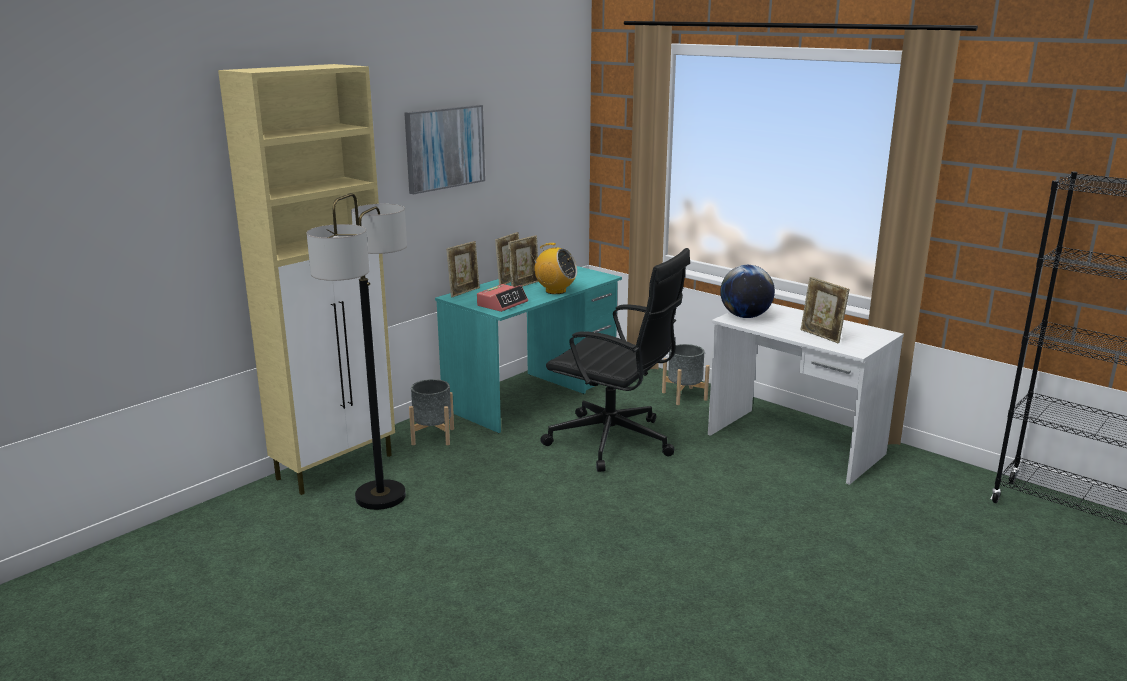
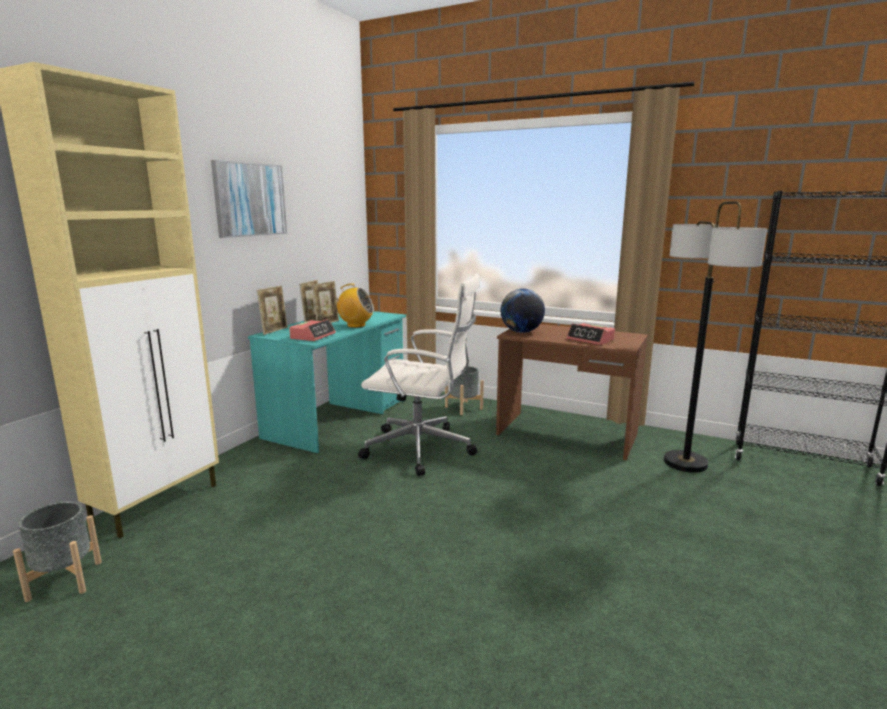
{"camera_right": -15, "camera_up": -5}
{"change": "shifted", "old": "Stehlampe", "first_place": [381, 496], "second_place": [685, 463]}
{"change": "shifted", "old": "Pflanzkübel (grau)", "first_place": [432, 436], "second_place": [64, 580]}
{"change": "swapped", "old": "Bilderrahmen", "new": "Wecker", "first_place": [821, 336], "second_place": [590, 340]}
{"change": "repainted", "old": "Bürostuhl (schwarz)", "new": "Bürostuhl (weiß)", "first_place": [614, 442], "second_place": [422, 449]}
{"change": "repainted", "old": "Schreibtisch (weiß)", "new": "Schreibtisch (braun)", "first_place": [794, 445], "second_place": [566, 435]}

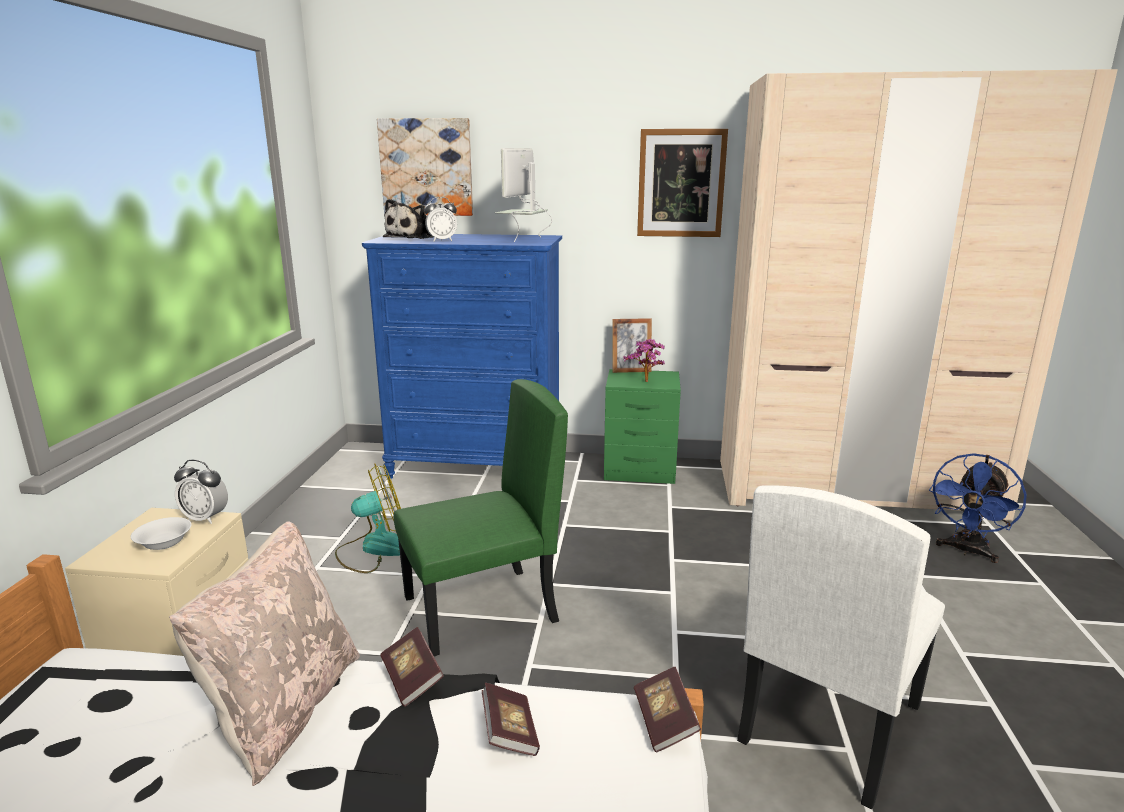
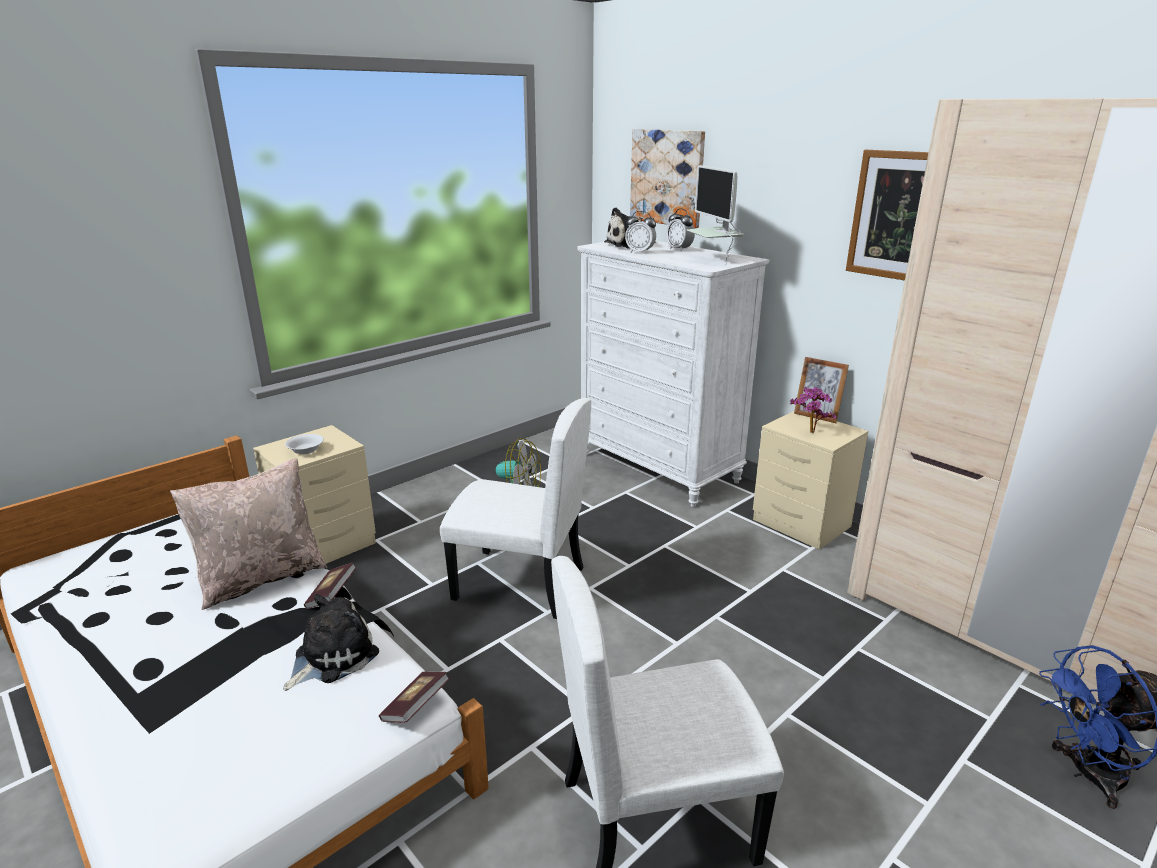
{"camera_right": 40, "camera_up": 5}
{"change": "shifted", "old": "Wecker", "first_place": [205, 518], "second_place": [679, 249]}
{"change": "swapped", "old": "Buch", "new": "Plüschtier", "first_place": [510, 732], "second_place": [331, 656]}
{"change": "repainted", "old": "Kommode (blau)", "new": "Kommode (weiß)", "first_place": [476, 466], "second_place": [658, 467]}
{"change": "repainted", "old": "Stuhl (grün)", "new": "Stuhl (weiß)", "first_place": [480, 610], "second_place": [519, 584]}
{"change": "repainted", "old": "Nachttisch (grün)", "new": "Nachttisch (beige)", "first_place": [641, 471], "second_place": [802, 524]}
{"change": "rotated", "old": "Monitor", "first_place": [523, 239], "second_place": [714, 260], "degrees": -75}

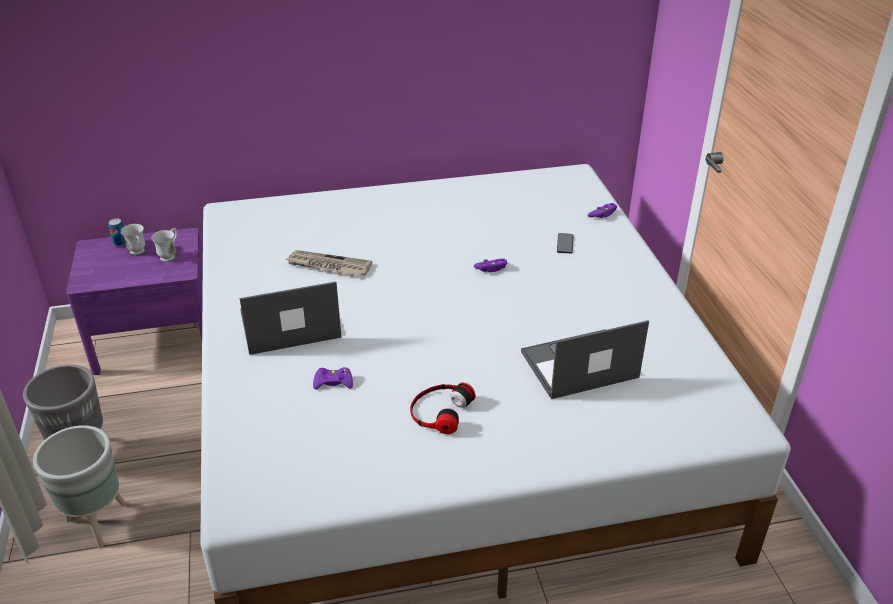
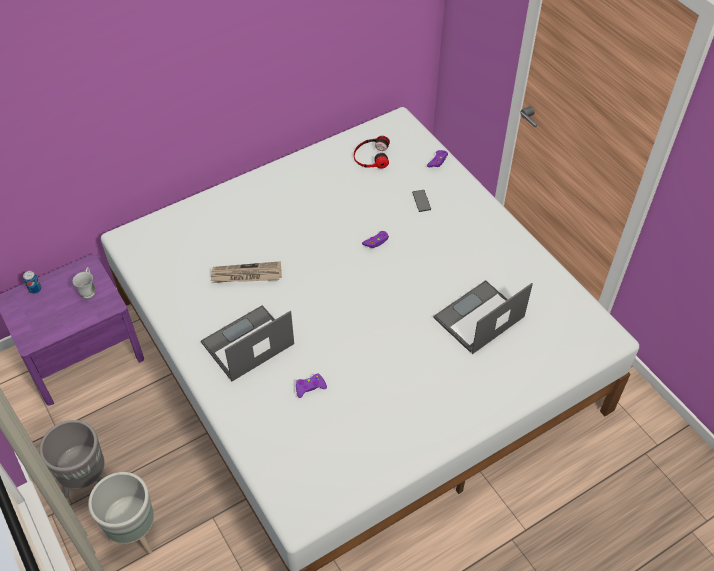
{"camera_right": -20, "camera_up": 15}
{"change": "gone", "old": "Henkelbecher (weiß)", "first_place": [139, 253]}
{"change": "shifted", "old": "Kopfhörer", "first_place": [439, 411], "second_place": [371, 156]}

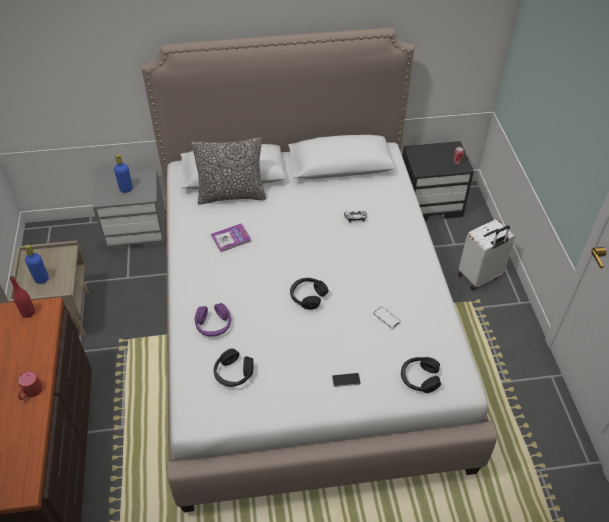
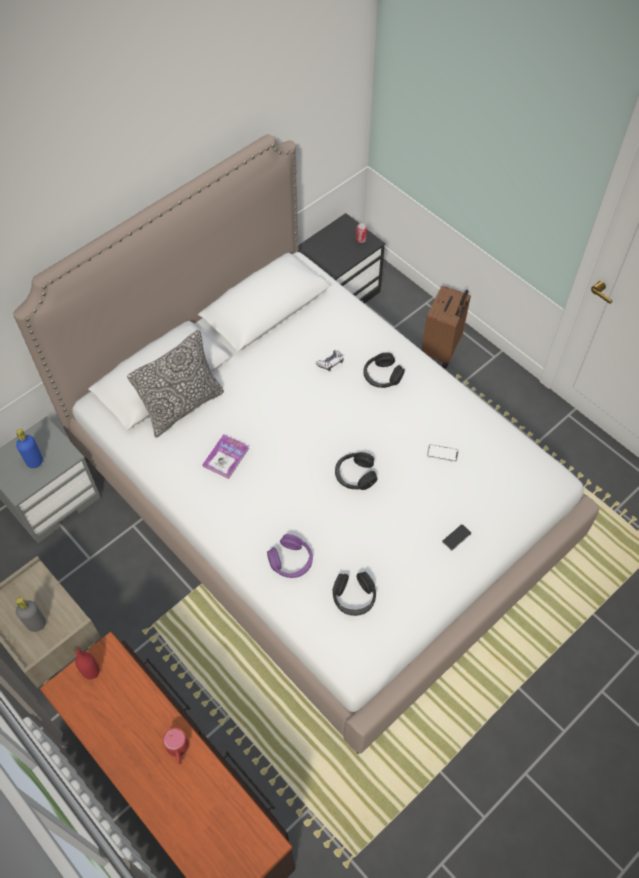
{"camera_right": -35, "camera_up": 10}
{"change": "shifted", "old": "Kopfhörer (schwarz)", "first_place": [419, 378], "second_place": [382, 376]}
{"change": "repainted", "old": "Flasche (blau)", "new": "Flasche (grau)", "first_place": [41, 279], "second_place": [36, 624]}
{"change": "repainted", "old": "Koffer (weiß)", "new": "Koffer (braun)", "first_place": [480, 277], "second_place": [442, 350]}

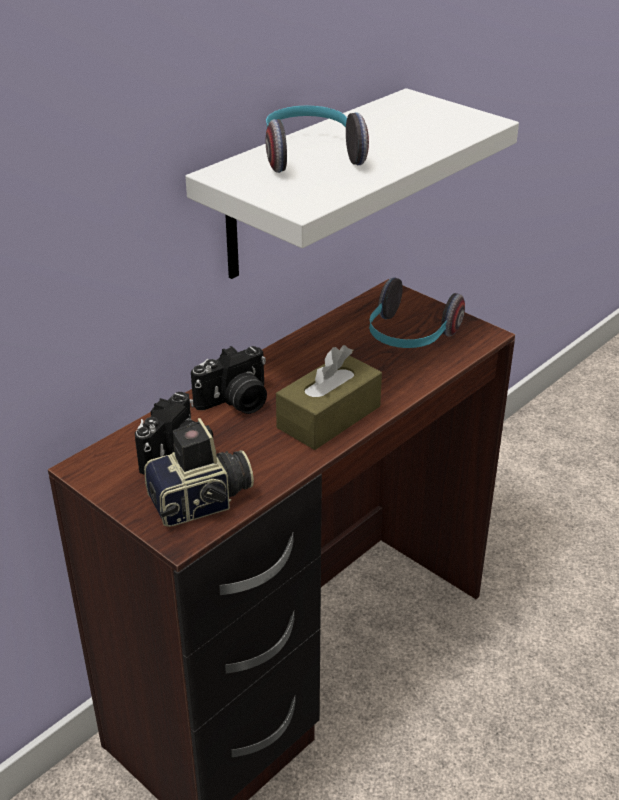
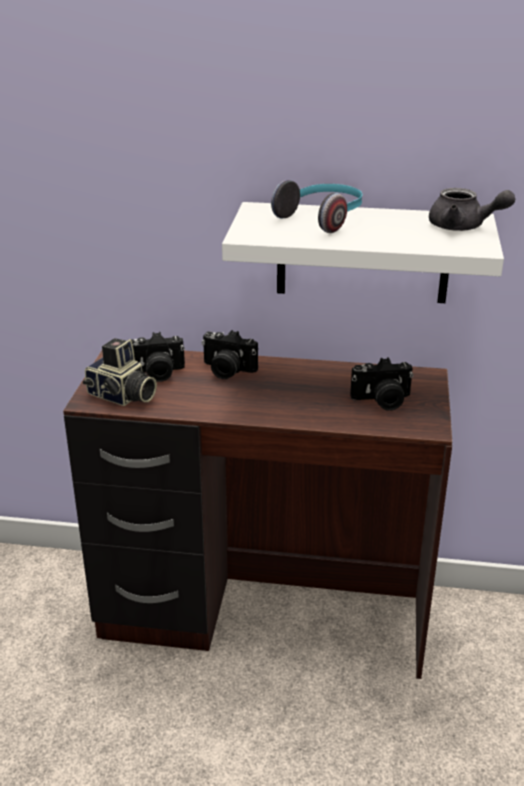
{"camera_right": 55, "camera_up": -5}
{"change": "gone", "old": "Taschentuchbox (braun)", "first_place": [329, 417]}
{"change": "new", "new": "Teekanne (grau)", "second_place": [463, 227]}
{"change": "swapped", "old": "Kopfhörer", "new": "Kamera", "first_place": [409, 337], "second_place": [382, 401]}

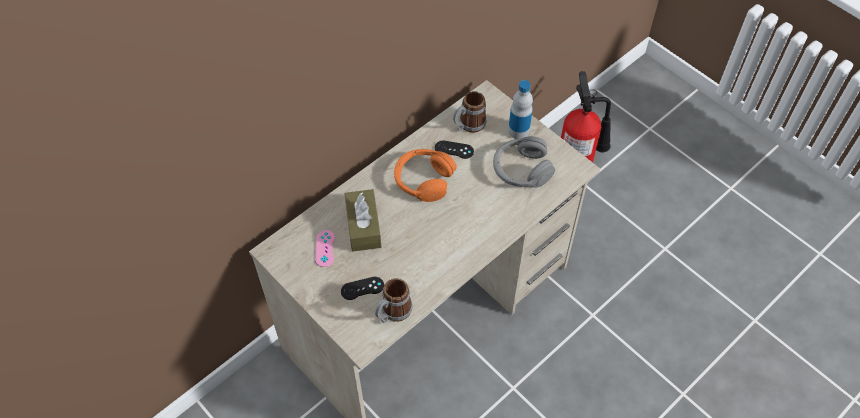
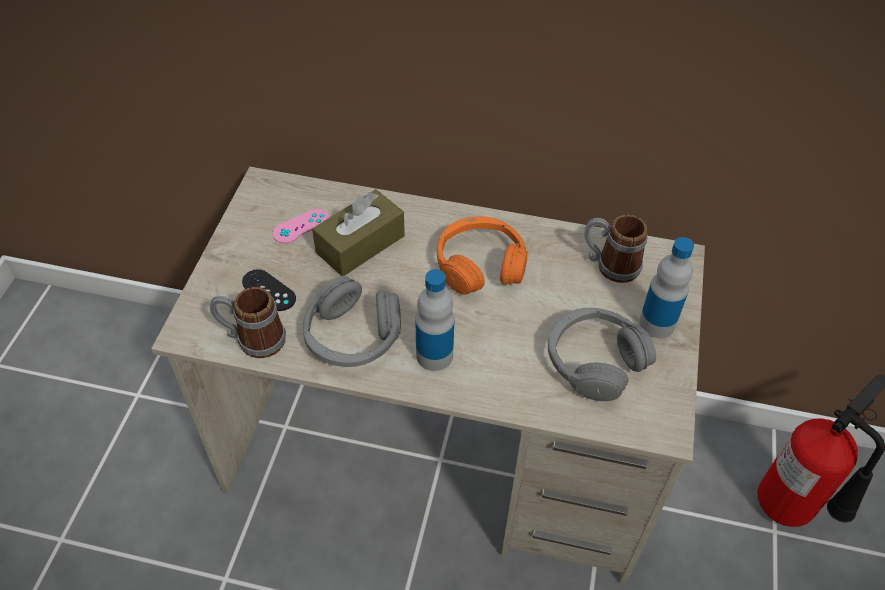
{"camera_right": 55, "camera_up": -5}
{"change": "gone", "old": "Gamepad (schwarz)", "first_place": [454, 149]}
{"change": "new", "new": "Kopfhörer (grau)", "second_place": [352, 336]}
{"change": "new", "new": "Flasche", "second_place": [434, 355]}

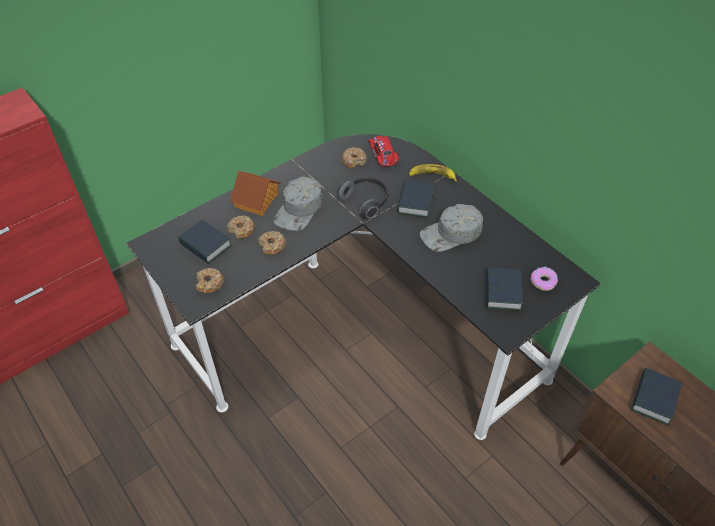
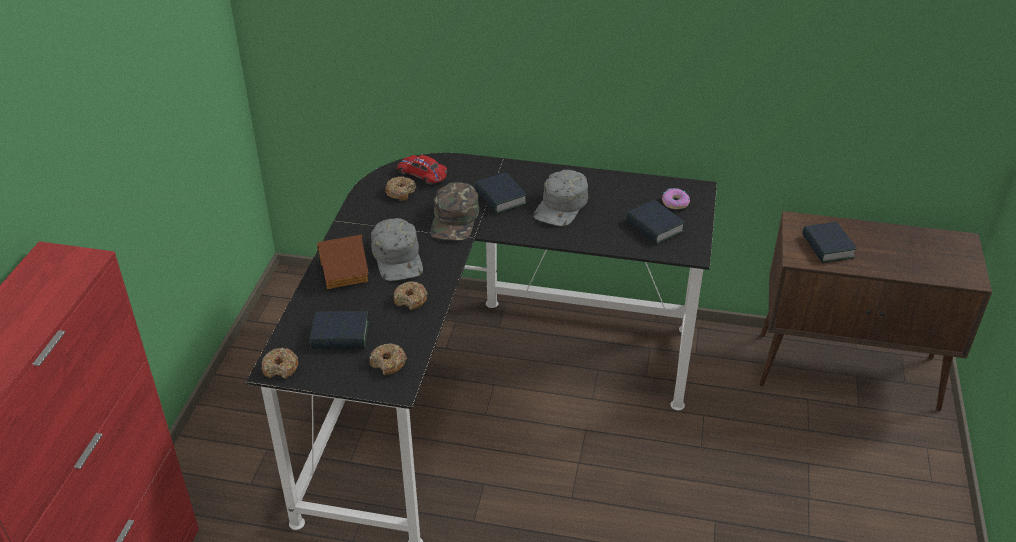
{"camera_right": -40, "camera_up": -10}
{"change": "gone", "old": "Banane", "first_place": [432, 176]}
{"change": "shifted", "old": "Donut", "first_place": [241, 230], "second_place": [281, 368]}
{"change": "swapped", "old": "Kopfhörer", "new": "Kappe (grün)", "first_place": [366, 202], "second_place": [455, 220]}

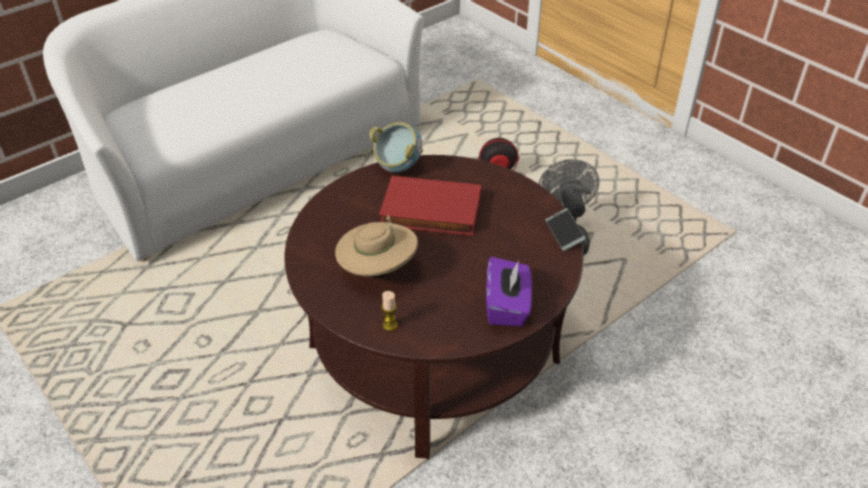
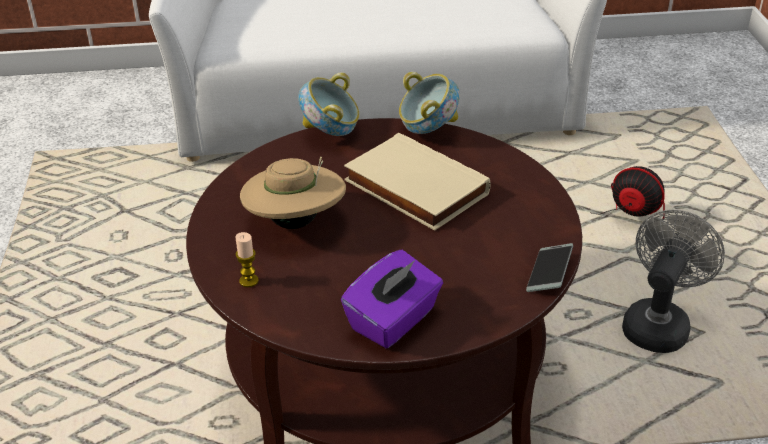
{"camera_right": 35, "camera_up": -5}
{"change": "new", "new": "Schüssel", "second_place": [331, 134]}
{"change": "repainted", "old": "Buch (rot)", "new": "Buch (beige)", "first_place": [430, 212], "second_place": [413, 188]}

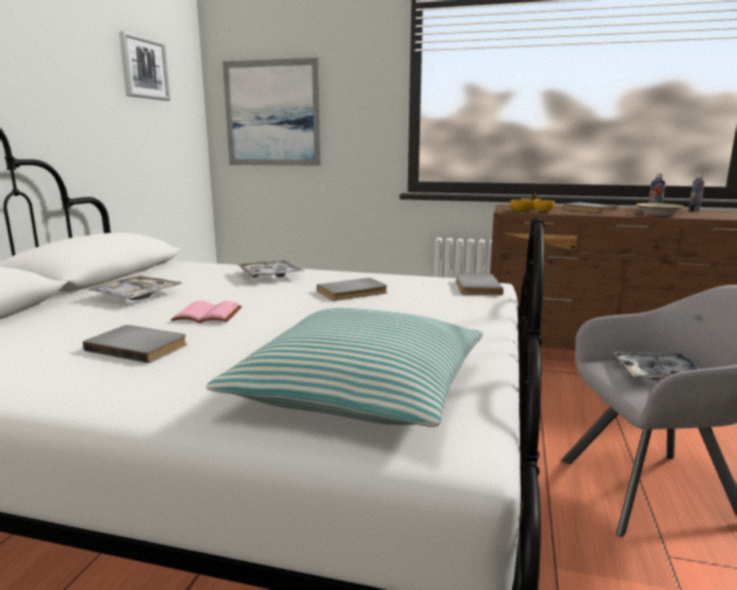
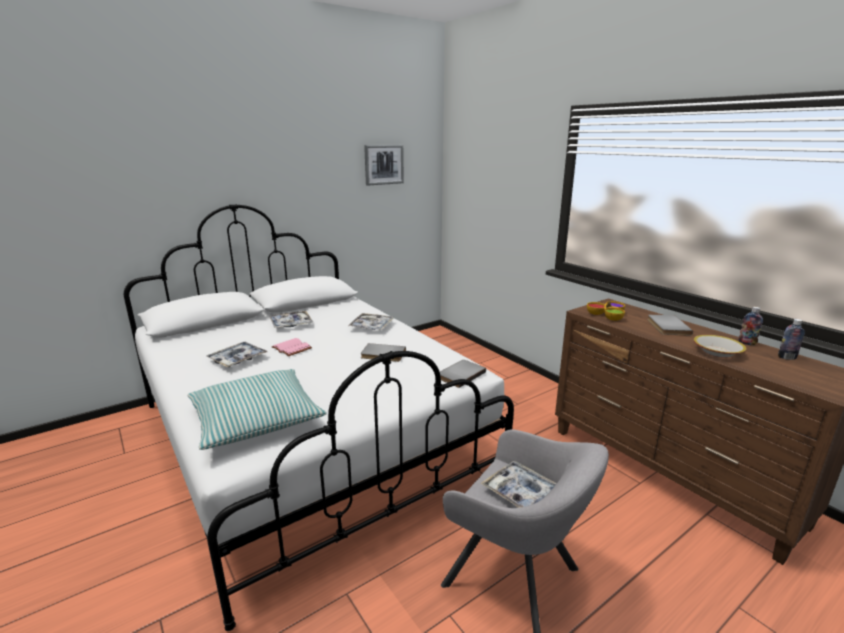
{"camera_right": 40, "camera_up": 5}
{"change": "gone", "old": "Bild", "first_place": [272, 113]}
{"change": "swapped", "old": "Buch (grau)", "new": "Tablett", "first_place": [139, 346], "second_place": [237, 359]}

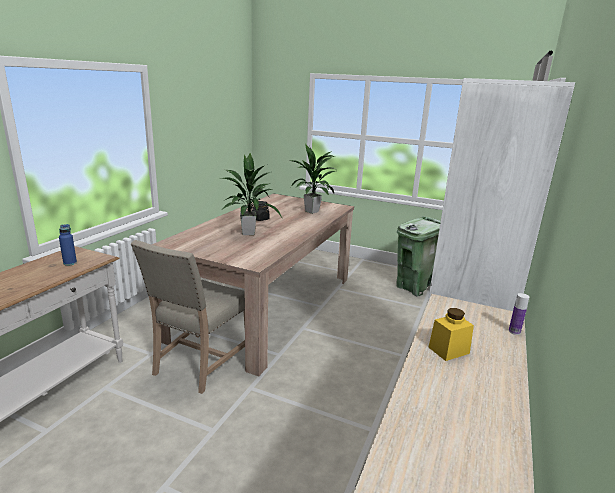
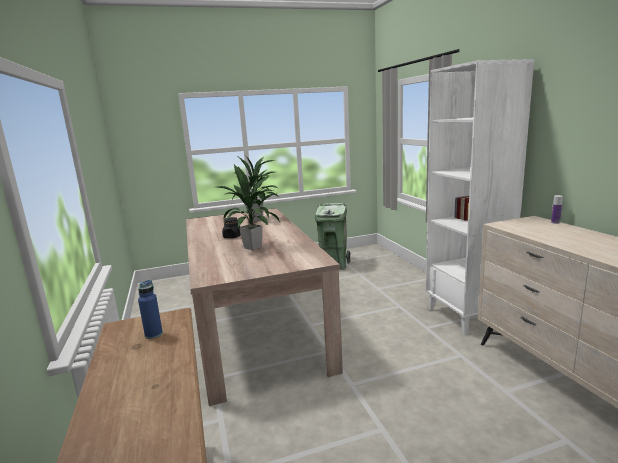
{"camera_right": -40, "camera_up": -5}
{"change": "gone", "old": "Stuhl (beige)", "first_place": [200, 363]}
{"change": "gone", "old": "Vorratsglas (gelb)", "first_place": [448, 350]}

